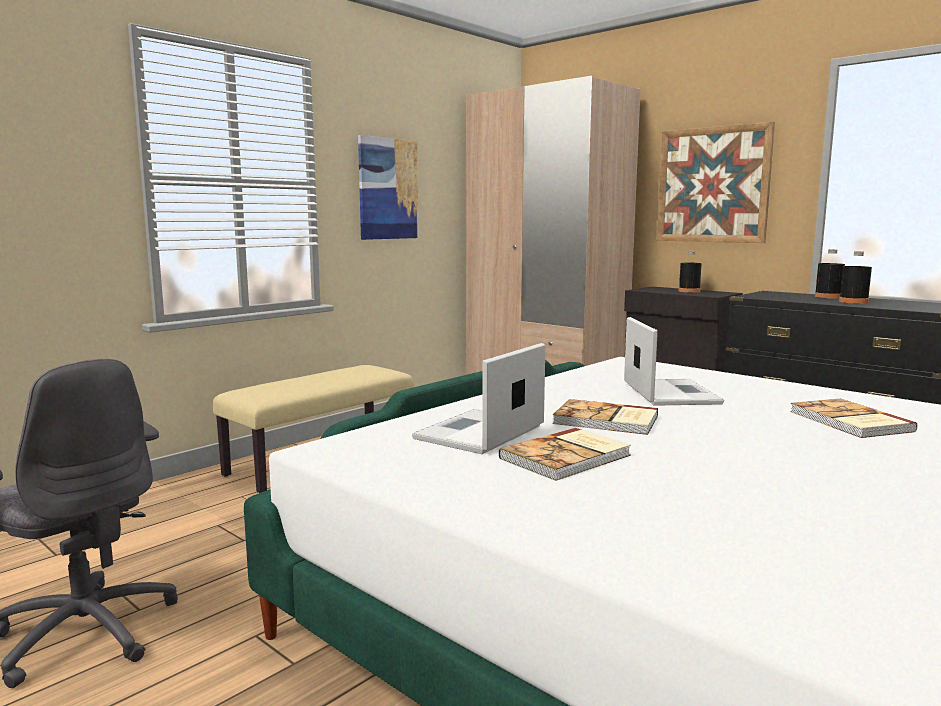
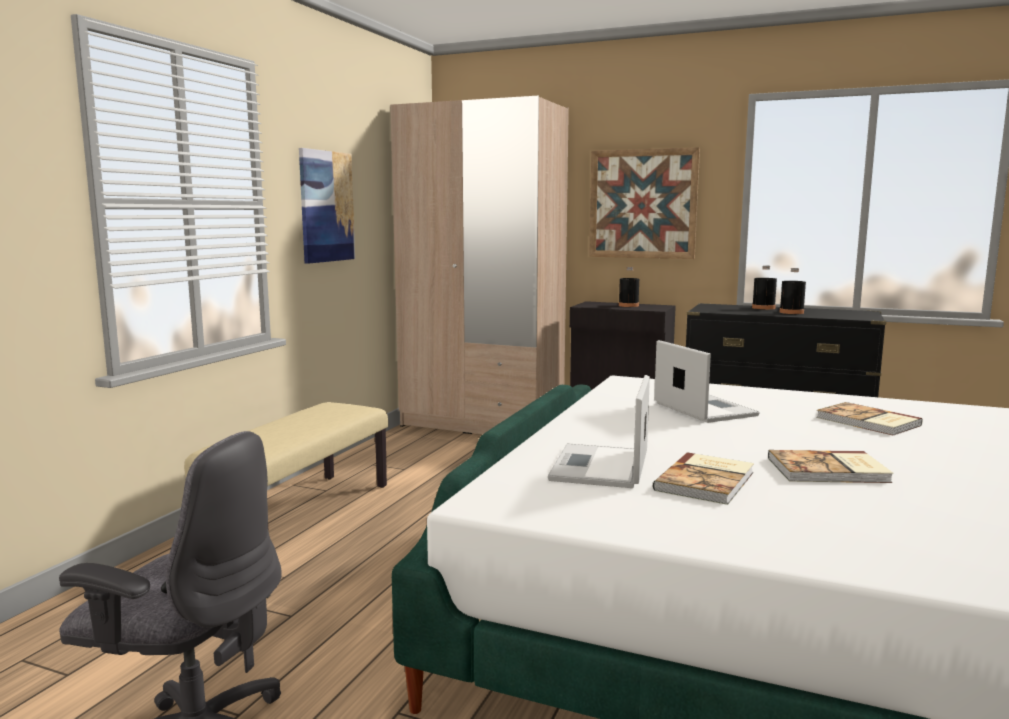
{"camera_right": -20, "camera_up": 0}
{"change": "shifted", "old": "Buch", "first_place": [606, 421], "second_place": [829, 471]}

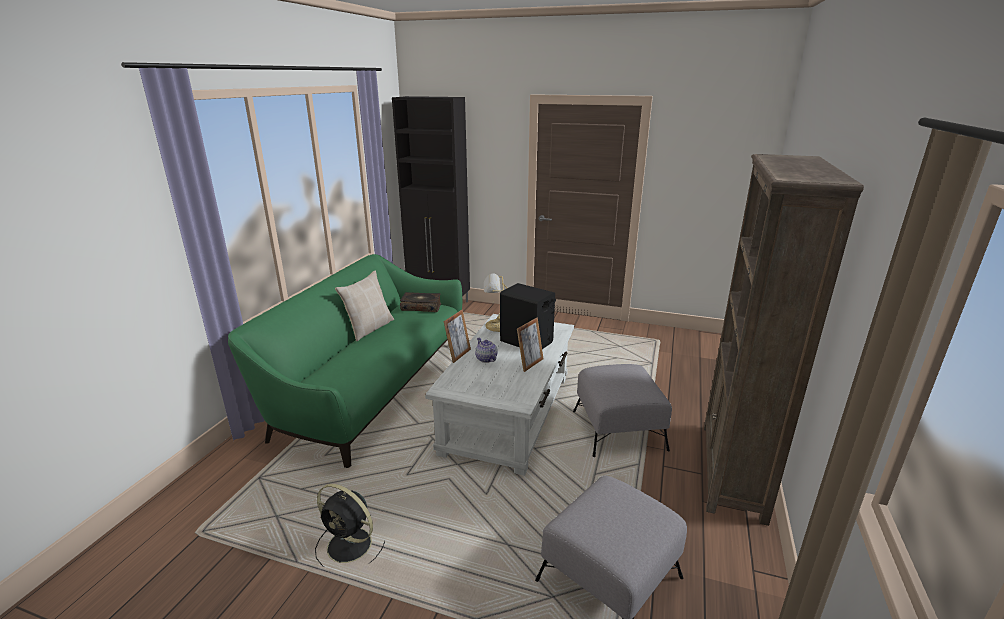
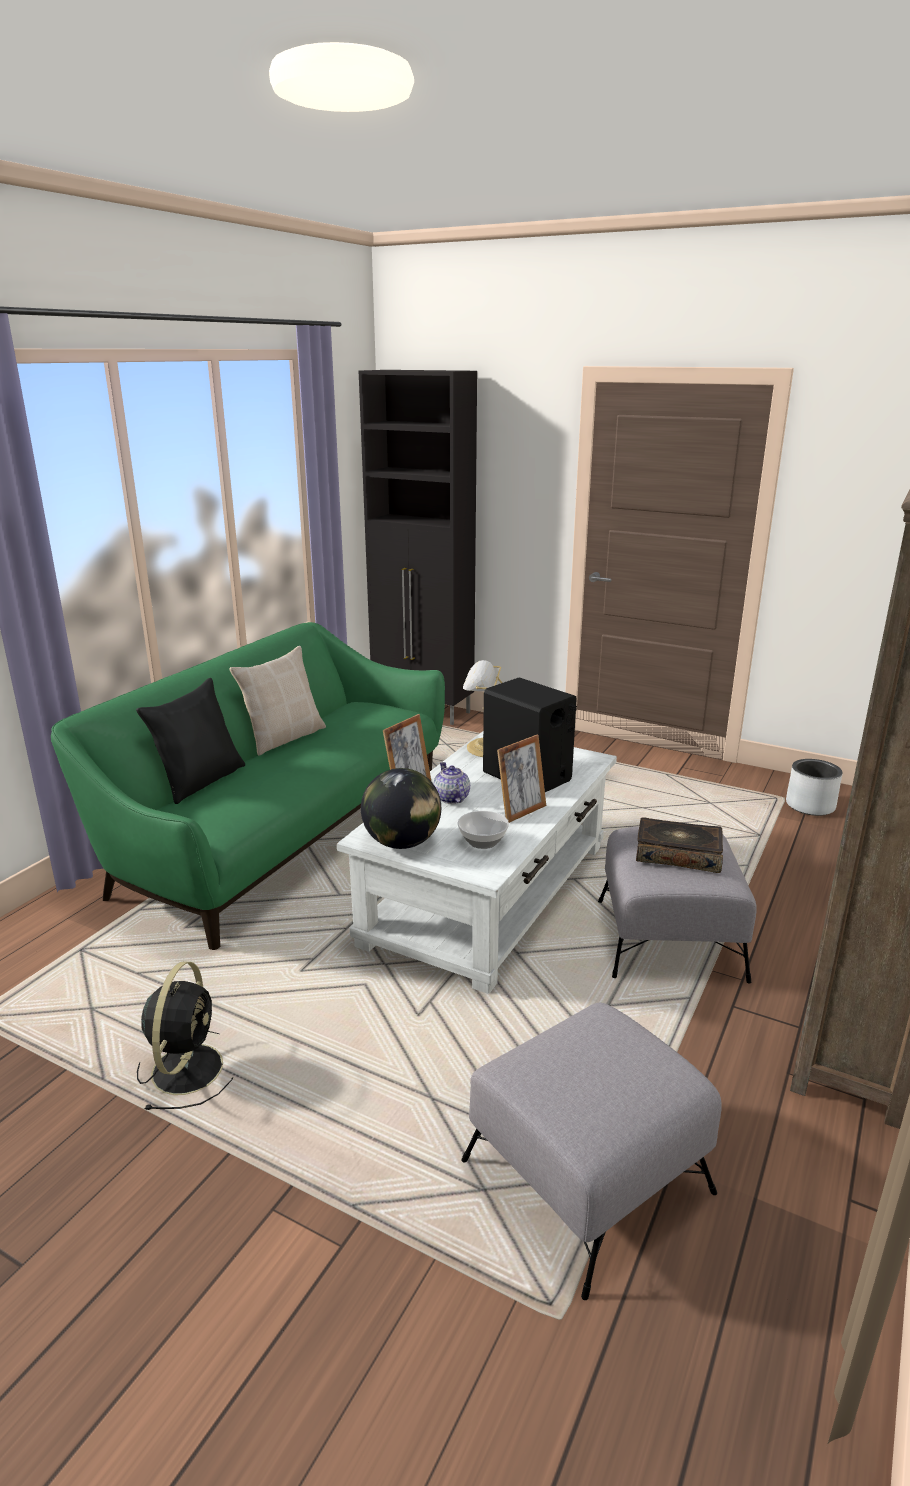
{"camera_right": 10, "camera_up": 0}
{"change": "new", "new": "Kissen (schwarz)", "second_place": [200, 781]}
{"change": "new", "new": "Globus", "second_place": [402, 843]}
{"change": "new", "new": "Schüssel", "second_place": [482, 842]}
{"change": "new", "new": "Pflanzkübel (grau)", "second_place": [810, 806]}
{"change": "shifted", "old": "Buch", "first_place": [421, 307], "second_place": [678, 855]}
{"change": "rotated", "old": "Ventilator (schwarz)", "first_place": [351, 546], "second_place": [189, 1067], "degrees": -120}

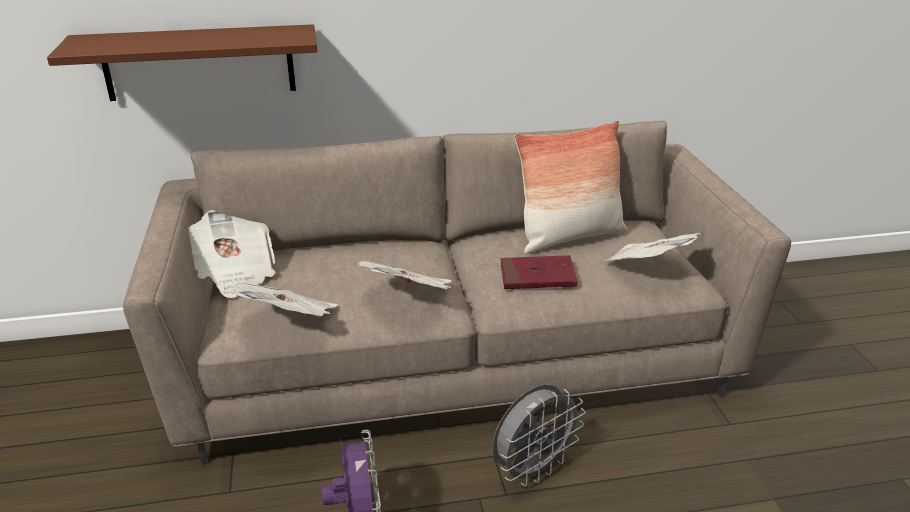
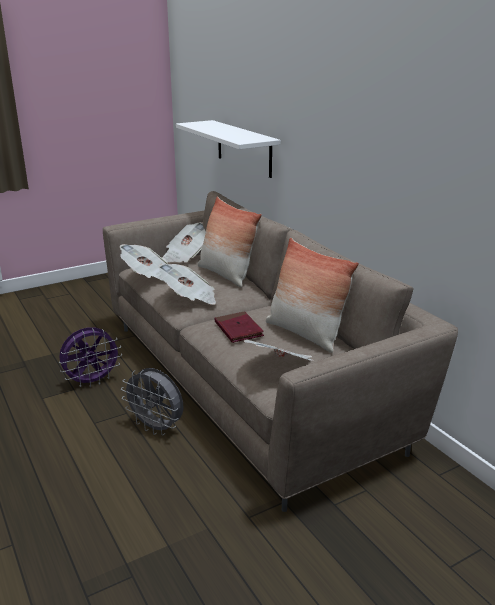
{"camera_right": 70, "camera_up": -5}
{"change": "new", "new": "Kissen", "second_place": [226, 275]}
{"change": "repainted", "old": "Wandregal (braun)", "new": "Wandregal (weiß)", "first_place": [199, 62], "second_place": [244, 148]}

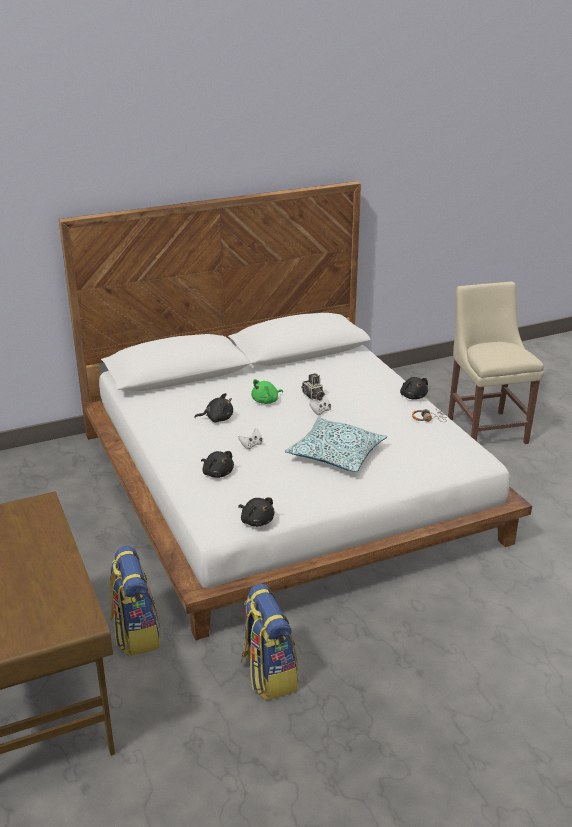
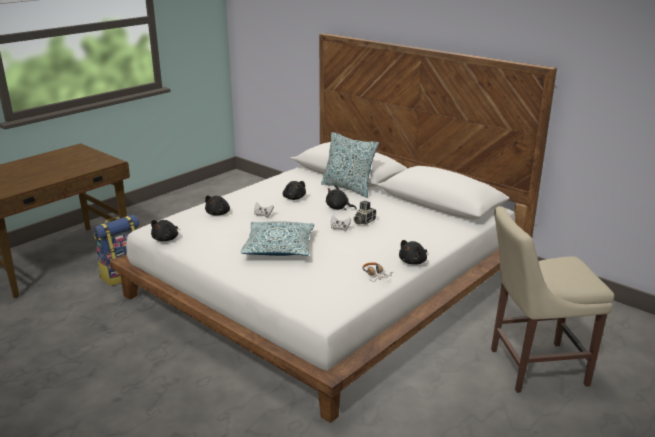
{"camera_right": 65, "camera_up": -5}
{"change": "gone", "old": "Rucksack", "first_place": [268, 674]}
{"change": "new", "new": "Kissen", "second_place": [348, 188]}
{"change": "repainted", "old": "Plüschtier (grün)", "new": "Plüschtier (schwarz)", "first_place": [266, 401], "second_place": [338, 208]}
{"change": "rotated", "old": "Stuhl (beige)", "first_place": [485, 428], "second_place": [533, 367], "degrees": -150}

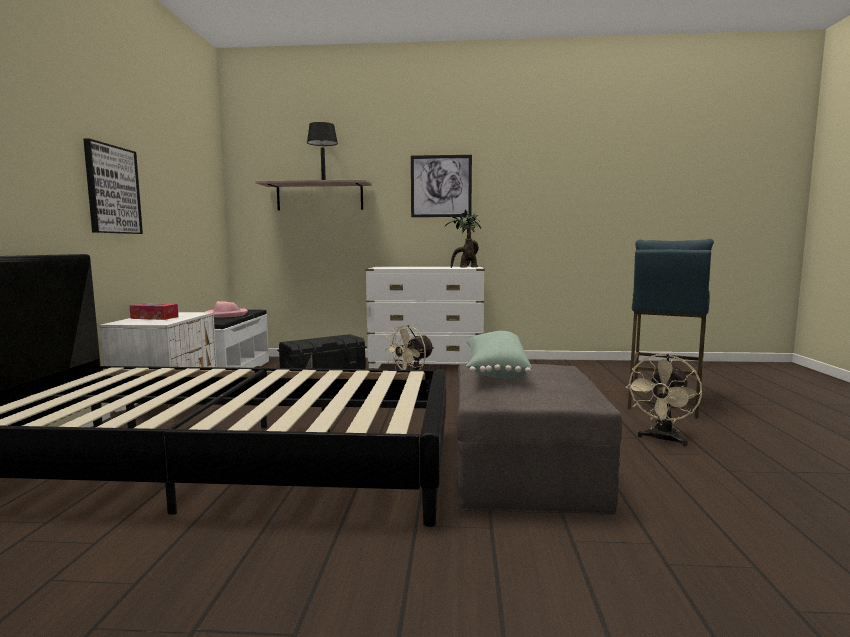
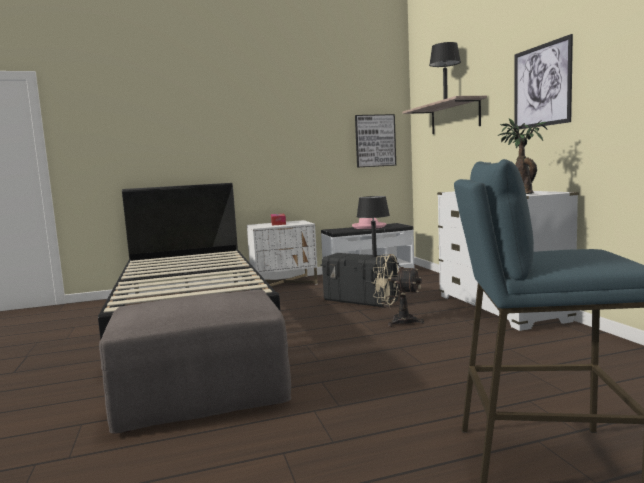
{"camera_right": 70, "camera_up": 0}
{"change": "gone", "old": "Kissen (grün)", "first_place": [494, 370]}
{"change": "gone", "old": "Ventilator (beige)", "first_place": [662, 439]}
{"change": "new", "new": "Tischlampe (schwarz)", "second_place": [374, 256]}
{"change": "shifted", "old": "Bild", "first_place": [112, 190], "second_place": [375, 140]}

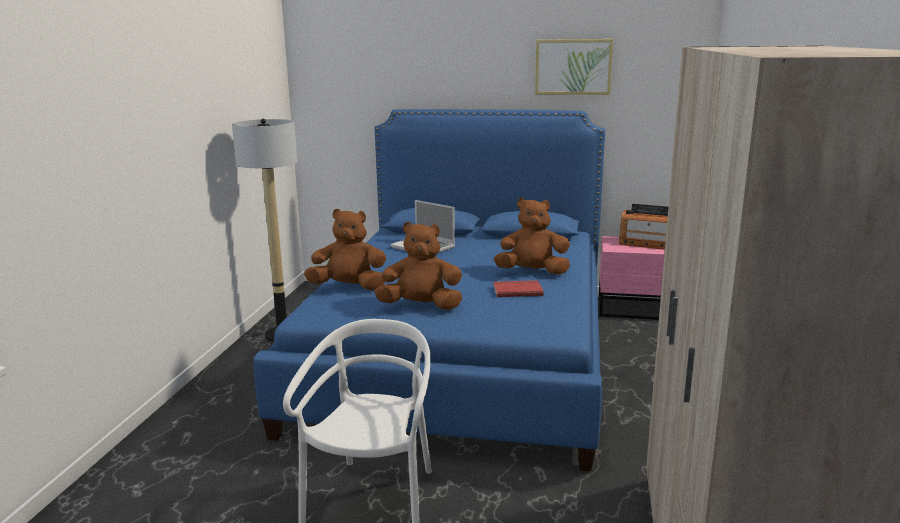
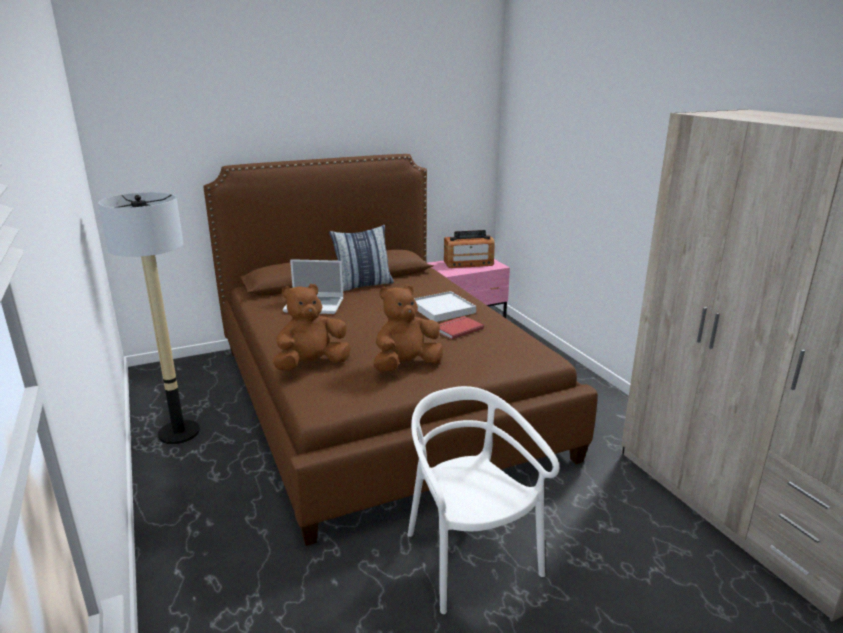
{"camera_right": -35, "camera_up": 5}
{"change": "gone", "old": "Bild", "first_place": [573, 67]}
{"change": "new", "new": "Kissen", "second_place": [363, 285]}
{"change": "swapped", "old": "Plüschtier (braun)", "new": "Tablett (weiß)", "first_place": [532, 272], "second_place": [442, 309]}
{"change": "repainted", "old": "Bett (blau)", "new": "Bett (braun)", "first_place": [461, 354], "second_place": [379, 398]}

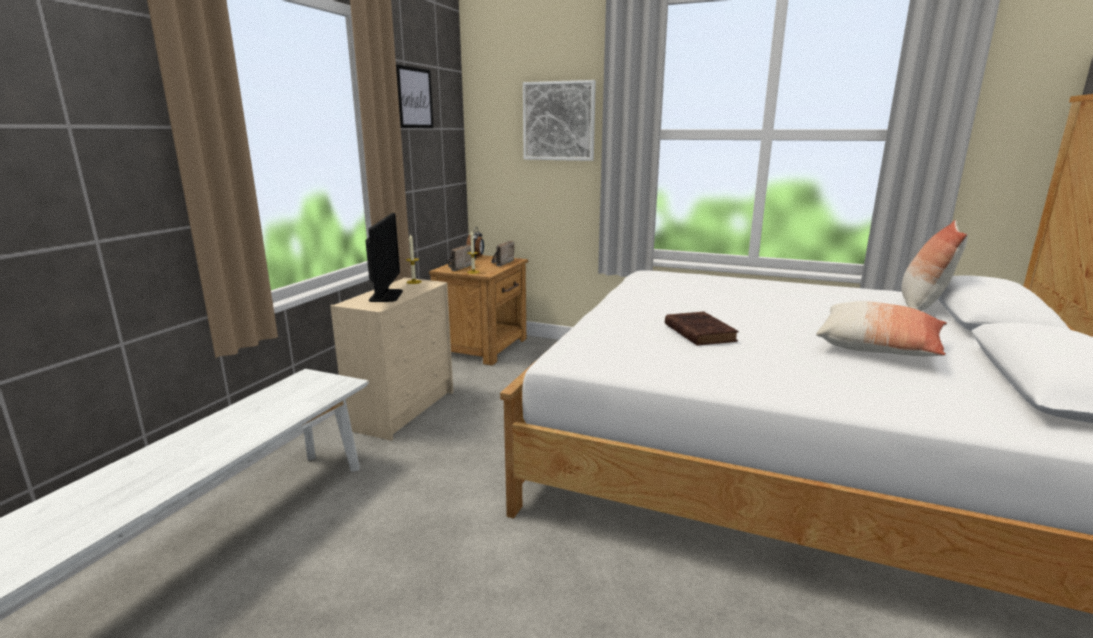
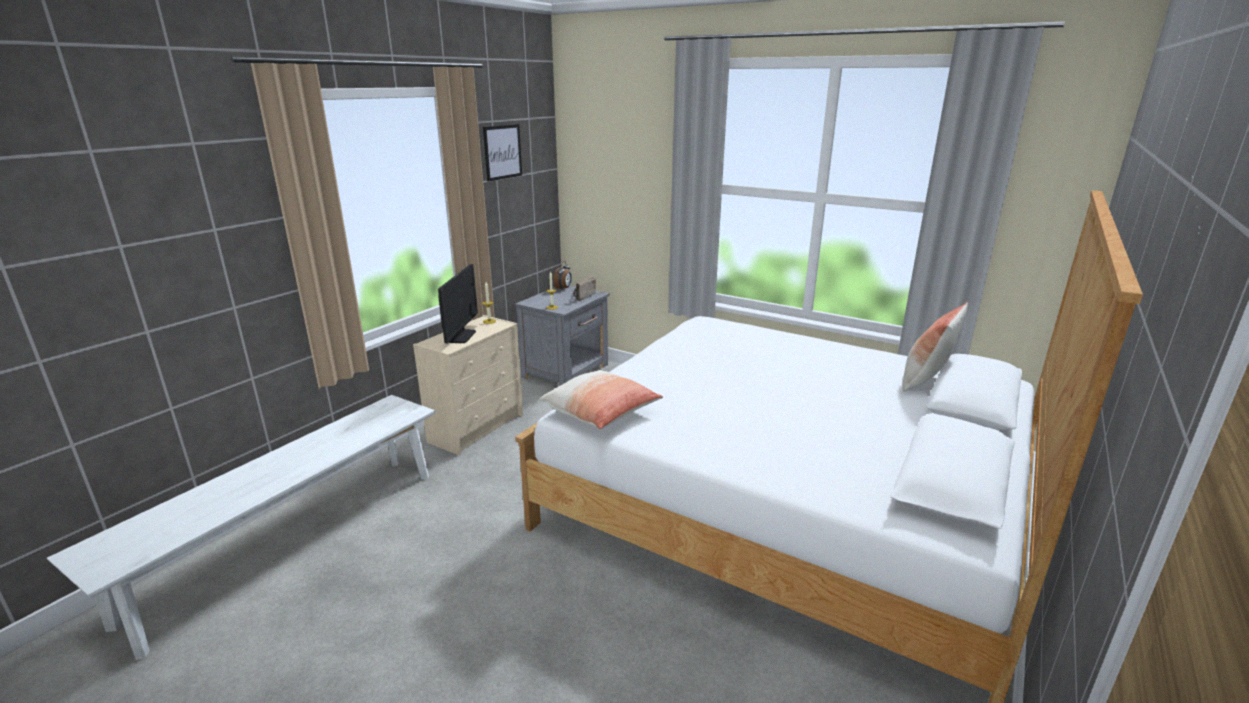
{"camera_right": 10, "camera_up": 5}
{"change": "gone", "old": "Radio", "first_place": [458, 267]}
{"change": "gone", "old": "Bild", "first_place": [559, 121]}
{"change": "gone", "old": "Buch (braun)", "first_place": [698, 332]}
{"change": "shifted", "old": "Kissen", "first_place": [878, 348], "second_place": [601, 413]}
{"change": "repainted", "old": "Nachttisch (braun)", "new": "Nachttisch (grau)", "first_place": [484, 347], "second_place": [566, 370]}

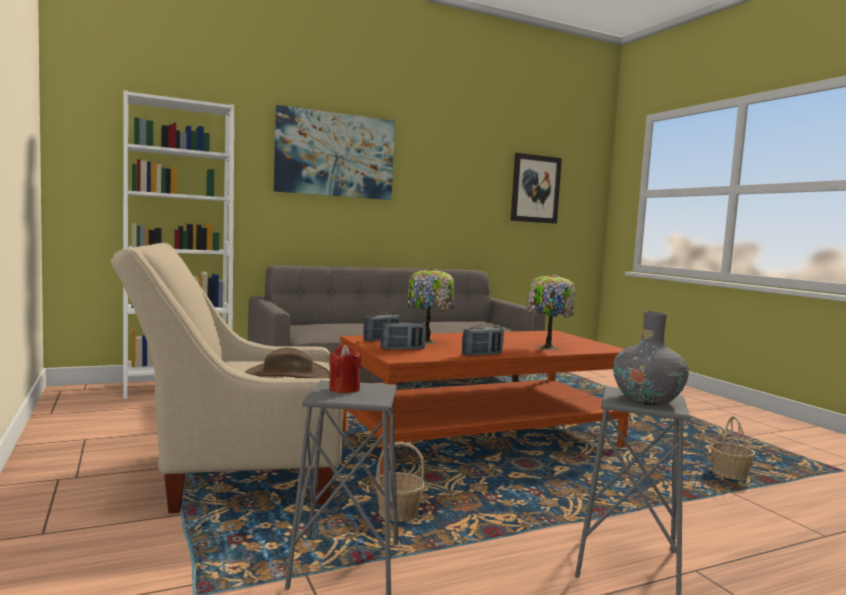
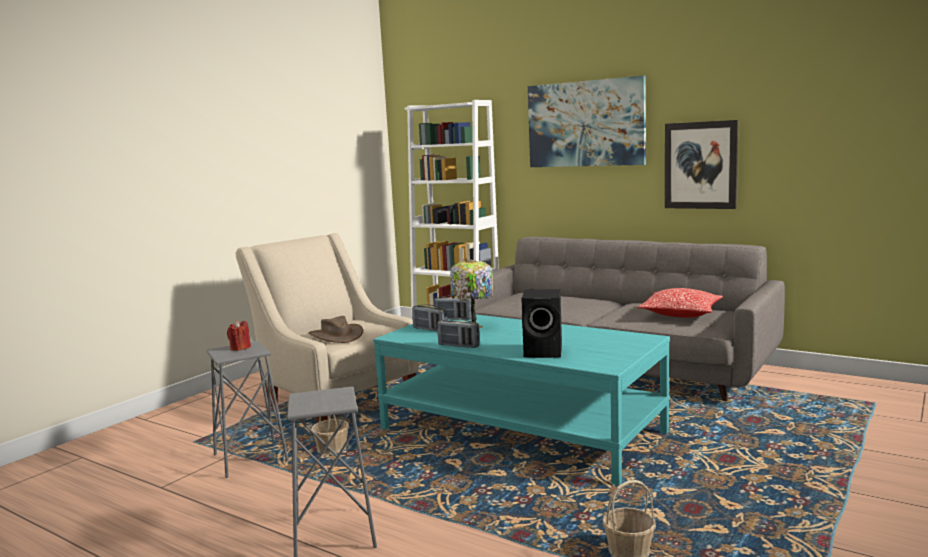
{"camera_right": 60, "camera_up": 5}
{"change": "gone", "old": "Vase (grau)", "first_place": [647, 400]}
{"change": "new", "new": "Kissen", "second_place": [680, 314]}
{"change": "shifted", "old": "Bild", "first_place": [535, 189], "second_place": [700, 165]}
{"change": "swapped", "old": "Tischlampe", "new": "Lautsprecher (schwarz)", "first_place": [546, 347], "second_place": [545, 351]}
{"change": "repainted", "old": "Couchtisch (braun)", "new": "Couchtisch (türkis)", "first_place": [482, 439], "second_place": [521, 431]}

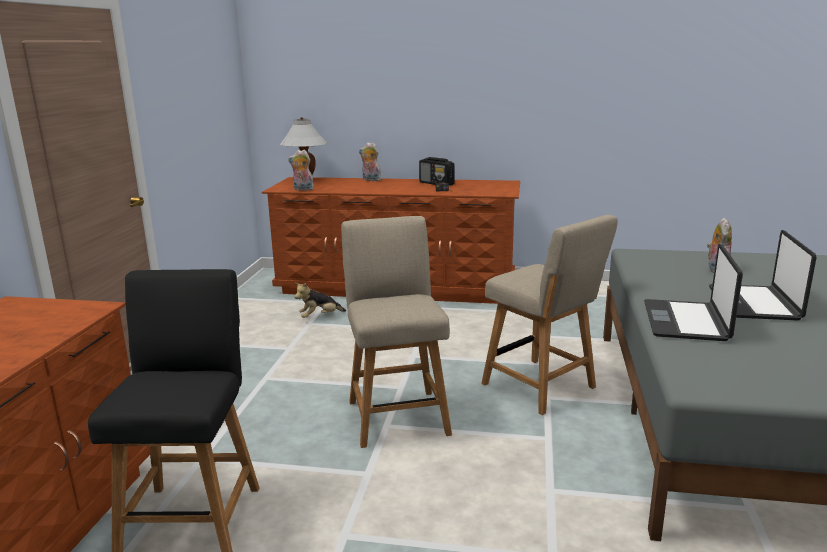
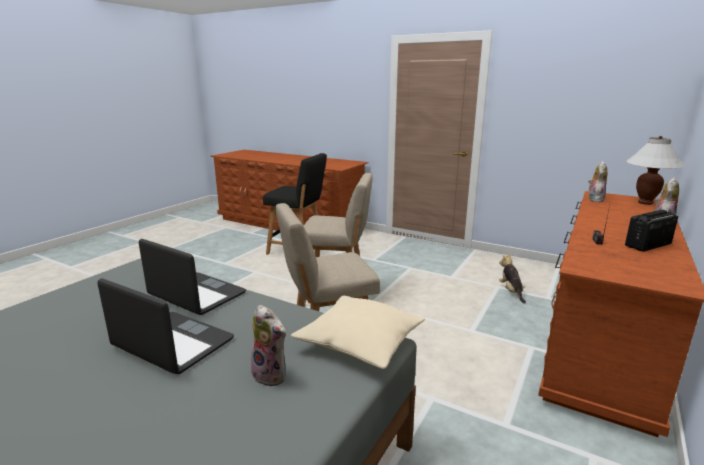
{"camera_right": 110, "camera_up": 0}
{"change": "new", "new": "Kissen (beige)", "second_place": [360, 343]}

